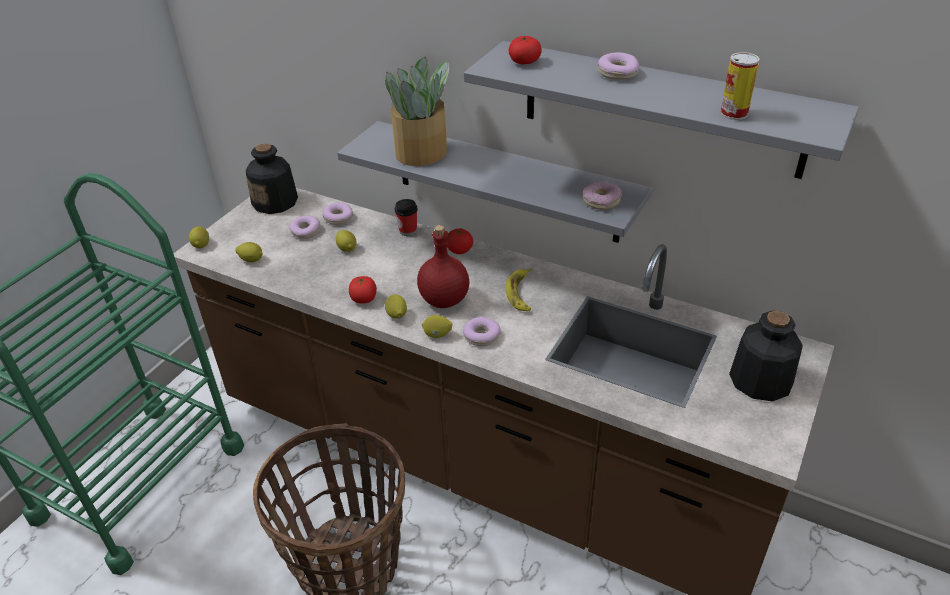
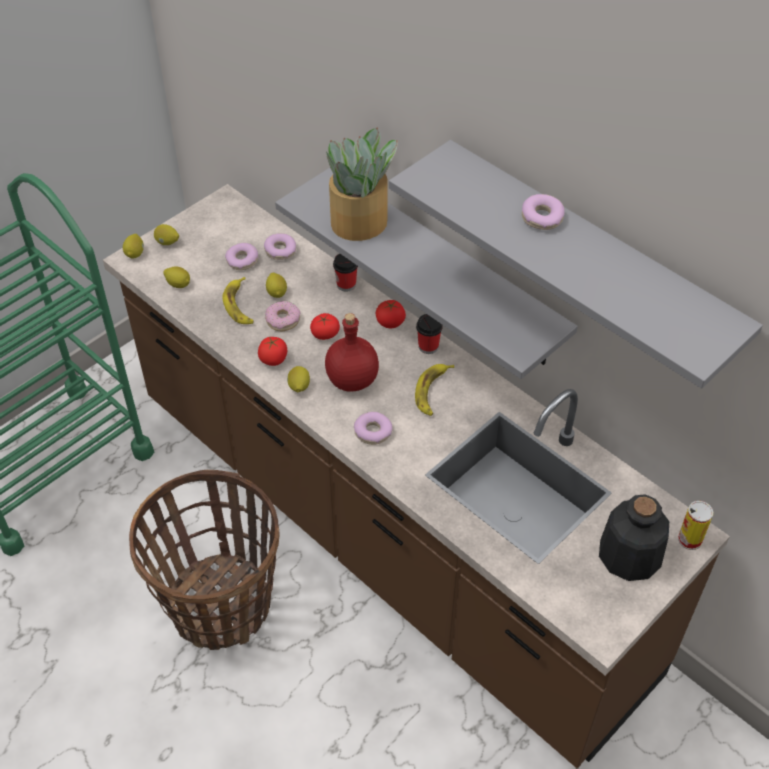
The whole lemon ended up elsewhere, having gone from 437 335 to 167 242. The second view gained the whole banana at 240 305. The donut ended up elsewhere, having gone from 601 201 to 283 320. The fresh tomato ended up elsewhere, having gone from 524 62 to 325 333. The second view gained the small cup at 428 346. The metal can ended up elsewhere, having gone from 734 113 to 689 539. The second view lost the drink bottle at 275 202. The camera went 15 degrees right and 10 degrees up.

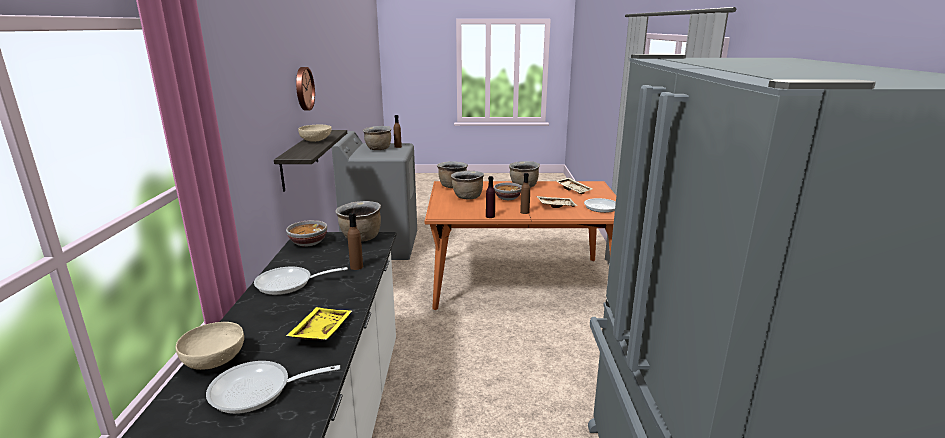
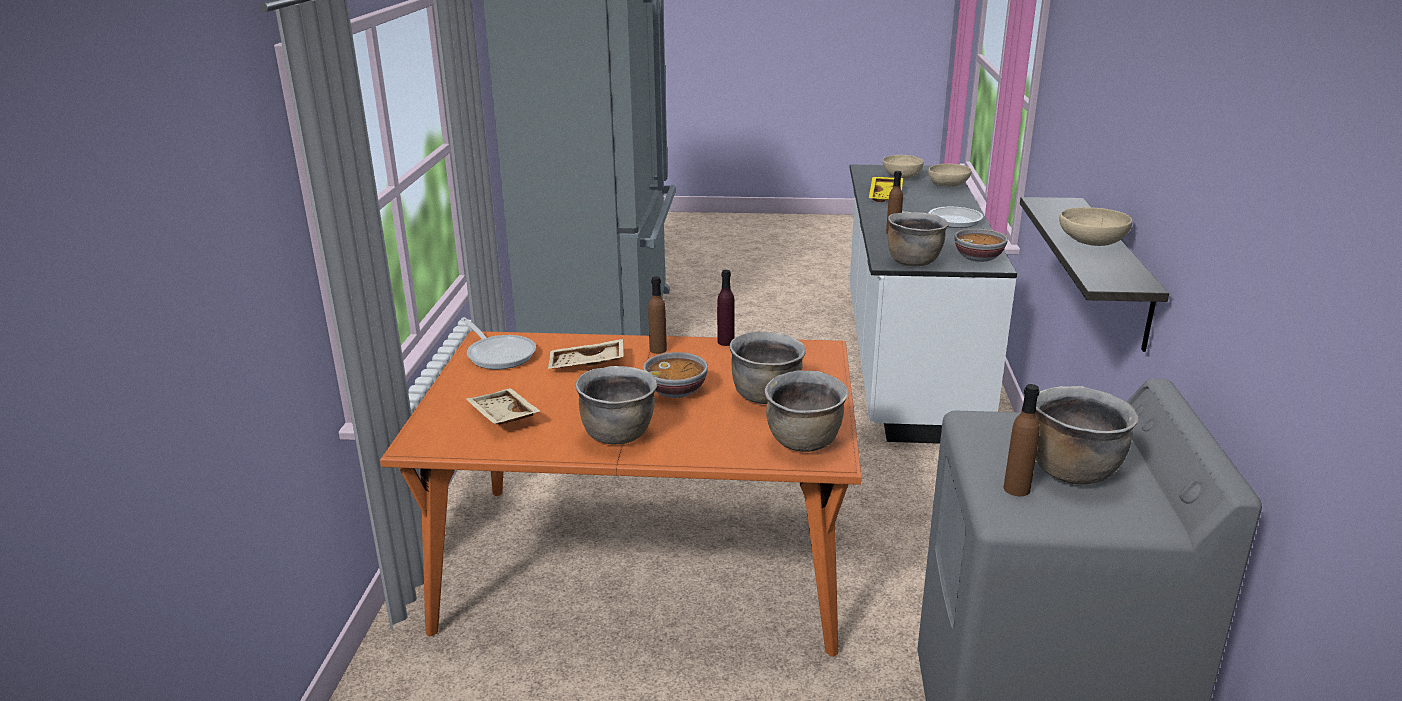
Where the pan stood at 258 391, the beige-coloured bowl came to stand at 901 176. The second view lost the wall clock at 303 88. The camera went 175 degrees left and 5 degrees up.

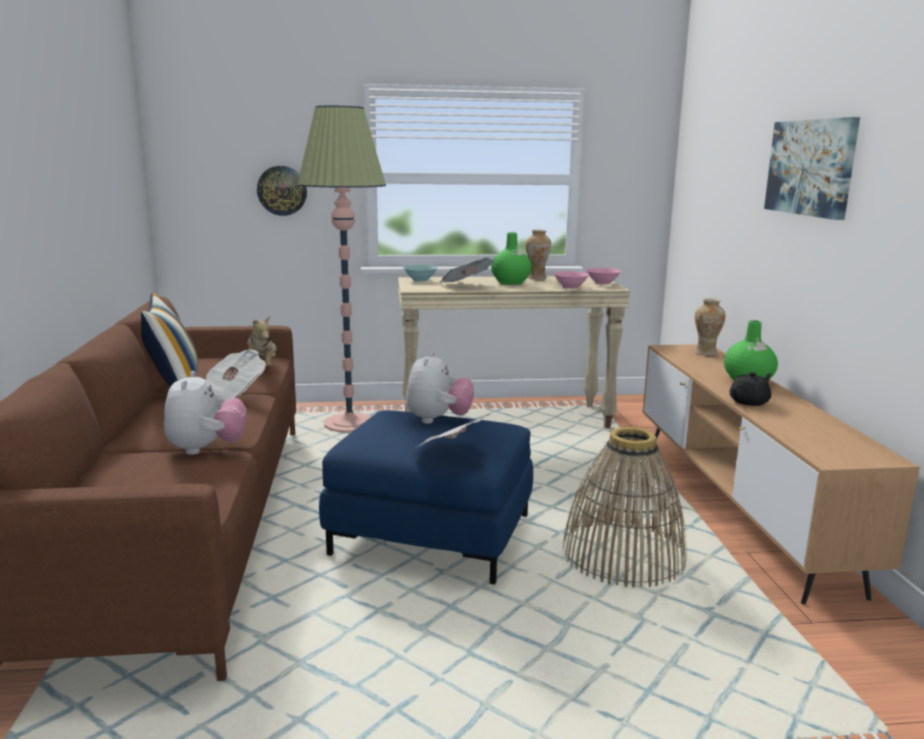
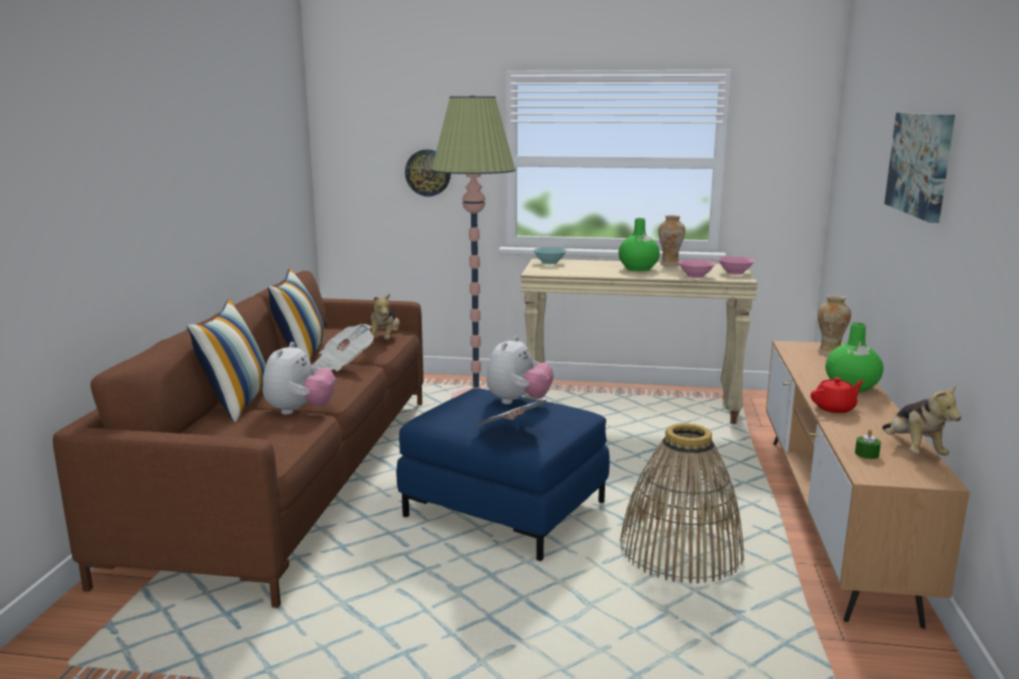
The second view gained the throw pillow at 237 403. What was the blackish pot for tea at 750 401 turned into the red-coloured pot for tea at 835 408. The second view gained the green candle at 866 454. The second view gained the cuddly toy at 913 450. The second view lost the newspaper at 466 285. The camera went 15 degrees right and 0 degrees up.

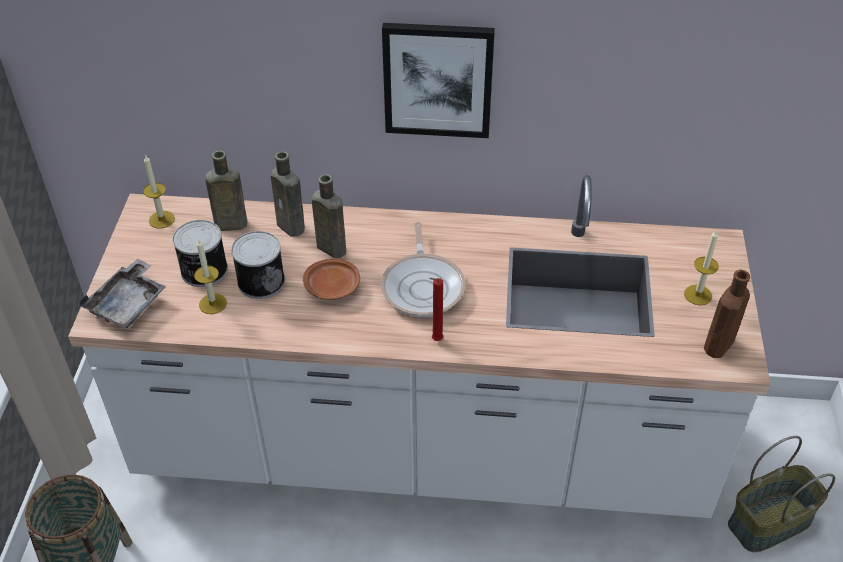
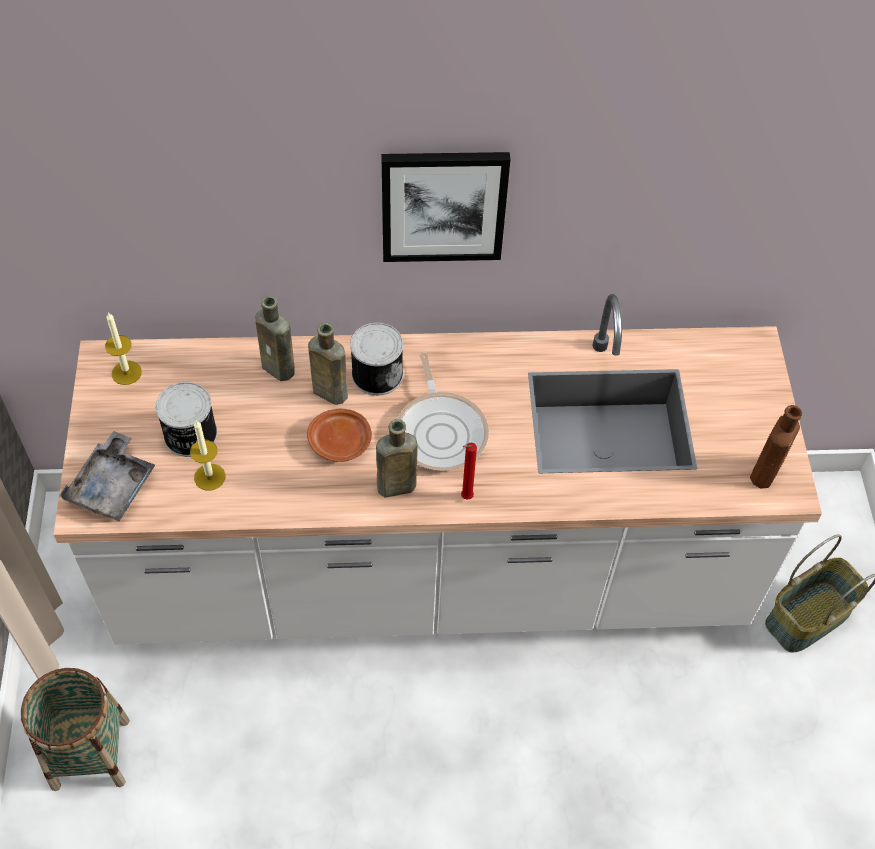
The metal can ended up elsewhere, having gone from 260 280 to 376 373. The brown-coloured drink bottle ended up elsewhere, having gone from 228 224 to 393 487. The second view lost the candle at 698 295. The camera went 10 degrees left and 10 degrees up.

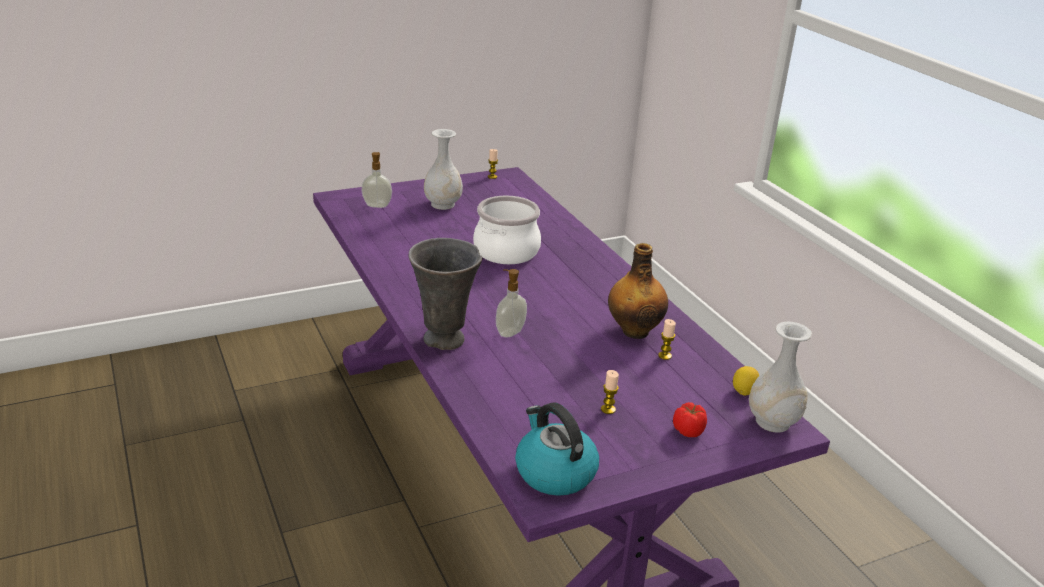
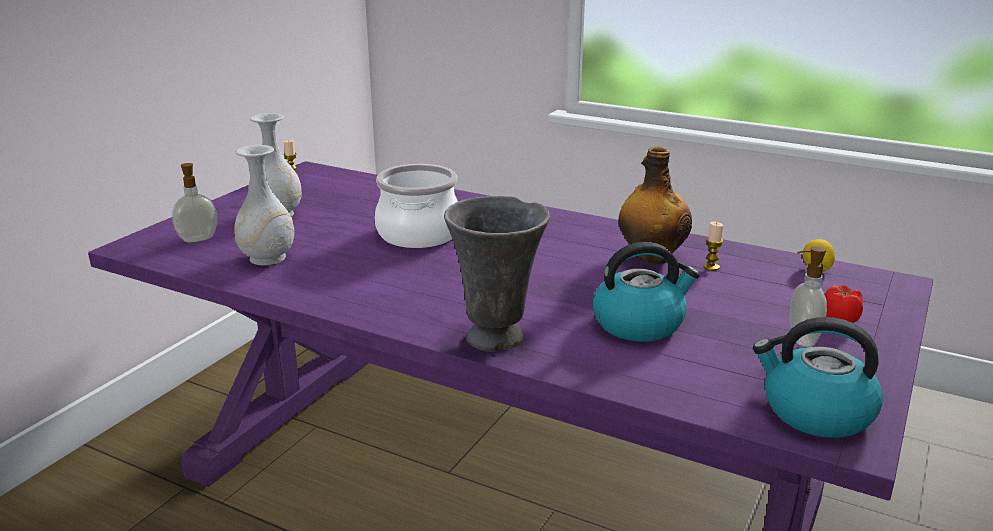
The whitish decorative vase ended up elsewhere, having gone from 773 422 to 268 258. The second view gained the kettle at 639 323. The liquid soap bottle ended up elsewhere, having gone from 509 332 to 801 339. The second view lost the candle at 608 409. The camera went 35 degrees left and 5 degrees down.

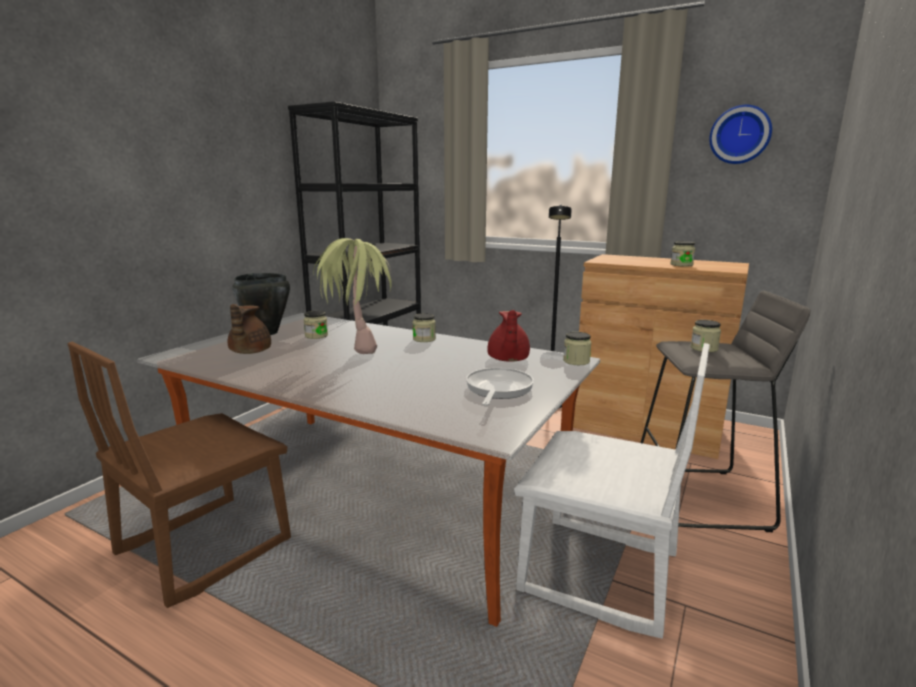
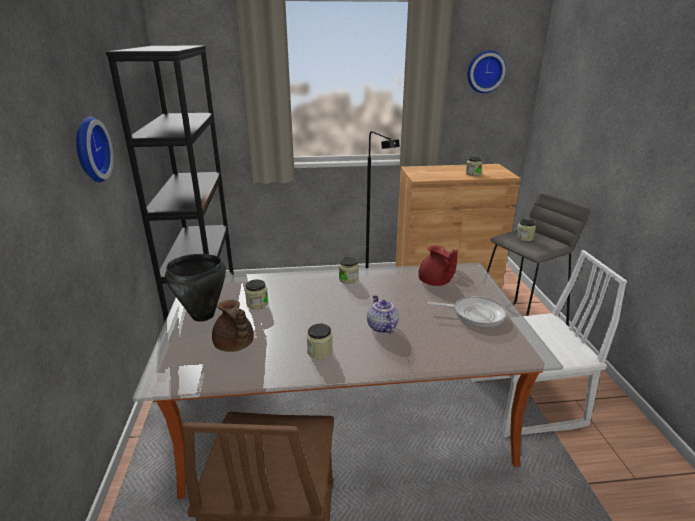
The second view gained the wall clock at 89 150. The preserve jar ended up elsewhere, having gone from 576 361 to 320 352. The second view gained the pot for tea at 381 327. The pan at 498 389 ended up facing another way, 120 degrees clockwise from before. The second view lost the potted plant at 358 346. The camera went 35 degrees left and 10 degrees up.

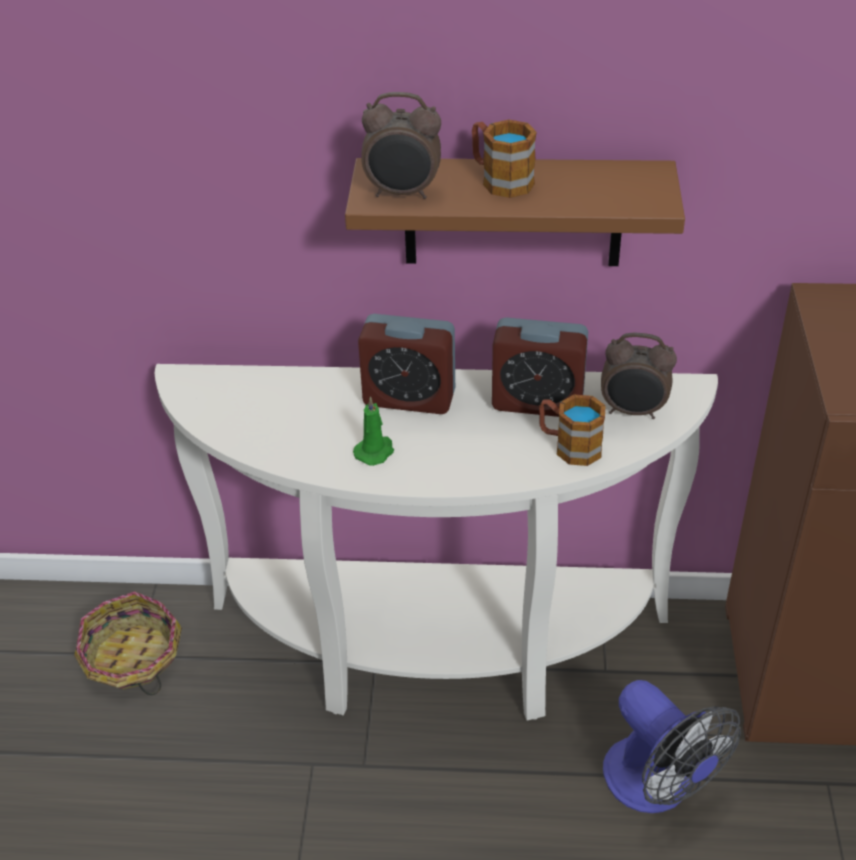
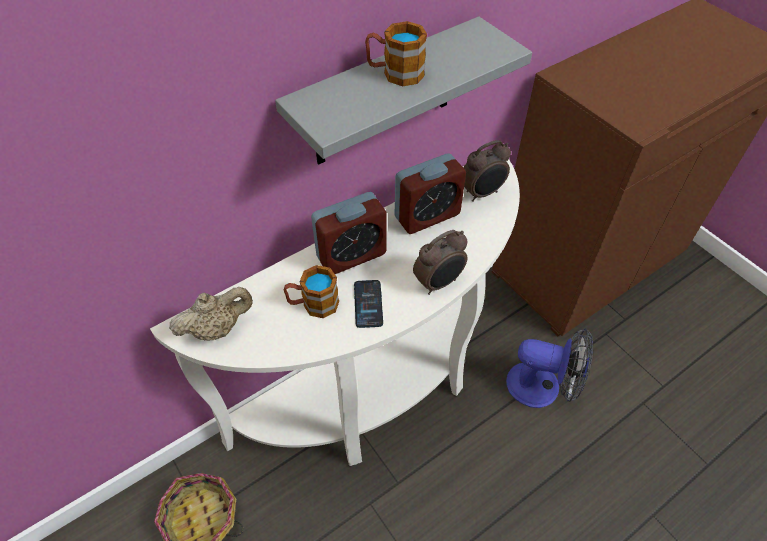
The second view gained the beige-coloured pot for tea at 217 328. What was the brown-coloured shelf at 513 212 turned into the gray shelf at 384 95. The mug ended up elsewhere, having gone from 569 446 to 313 304. Where the green candle stood at 375 451, the phone came to stand at 368 304. The alarm clock ended up elsewhere, having gone from 403 193 to 439 283. The camera went 40 degrees left and 10 degrees up.

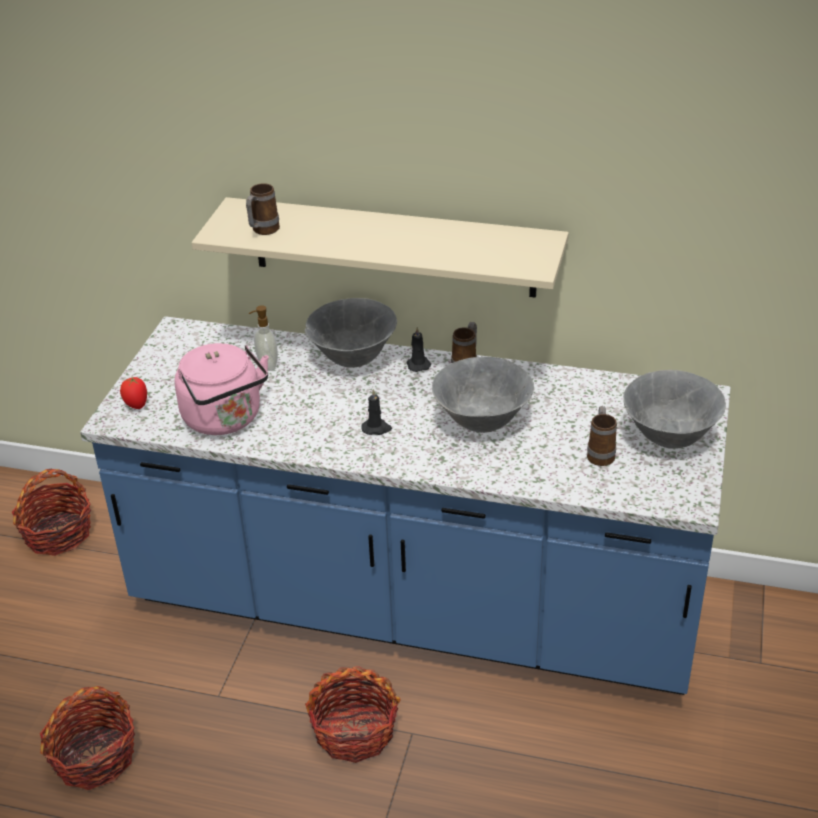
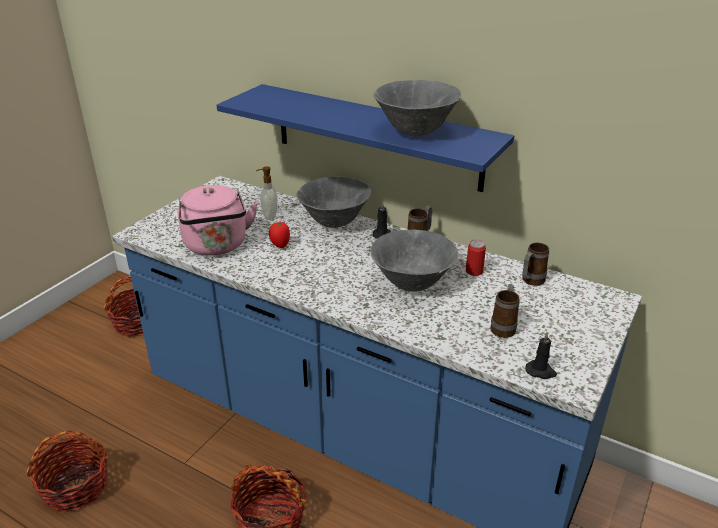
What was the beige-coloured shelf at 393 247 turned into the blue shelf at 376 136. The fresh tomato ended up elsewhere, having gone from 136 405 to 280 245. The gray bowl ended up elsewhere, having gone from 669 438 to 415 132. The second view gained the metal can at 474 271. The mug ended up elsewhere, having gone from 262 231 to 530 282. The blackish candle ended up elsewhere, having gone from 377 428 to 541 371. The camera went 15 degrees right and 5 degrees down.

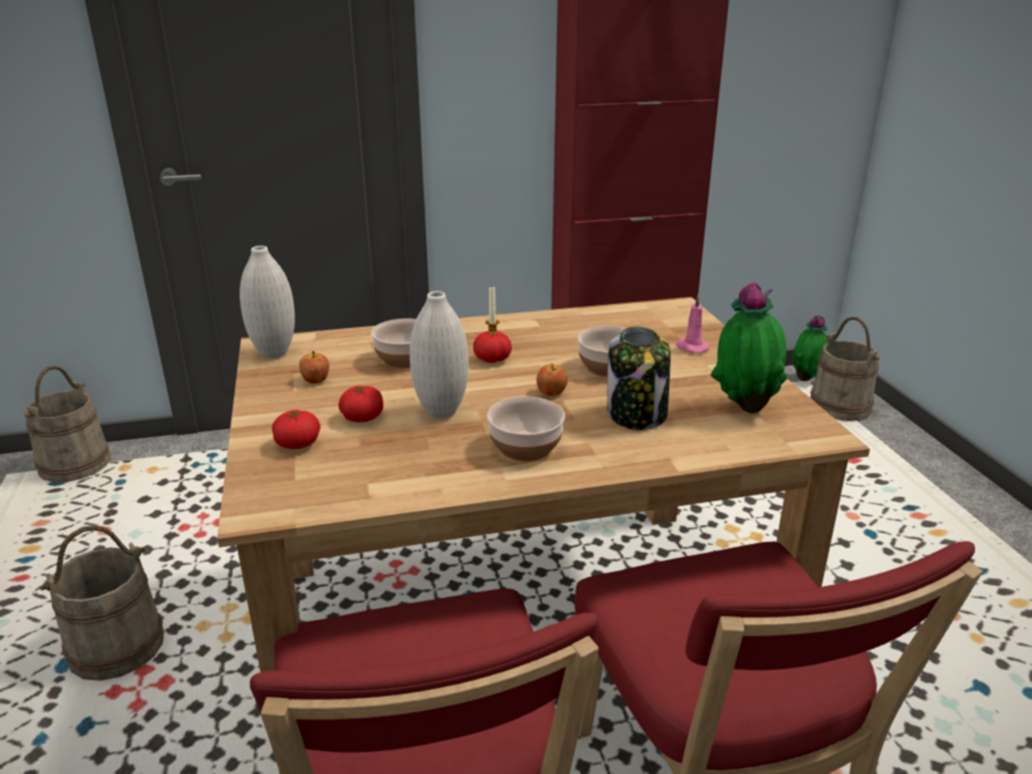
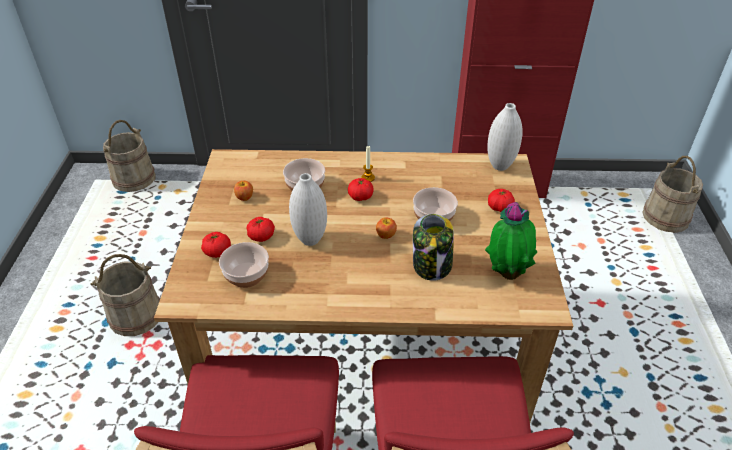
The bowl ended up elsewhere, having gone from 525 448 to 246 276. The whitish decorative vase ended up elsewhere, having gone from 274 353 to 500 166. Where the pinkish candle stood at 691 347, the fresh tomato came to stand at 499 207. The second view lost the potted plant at 807 379. The camera went 15 degrees right and 15 degrees up.

